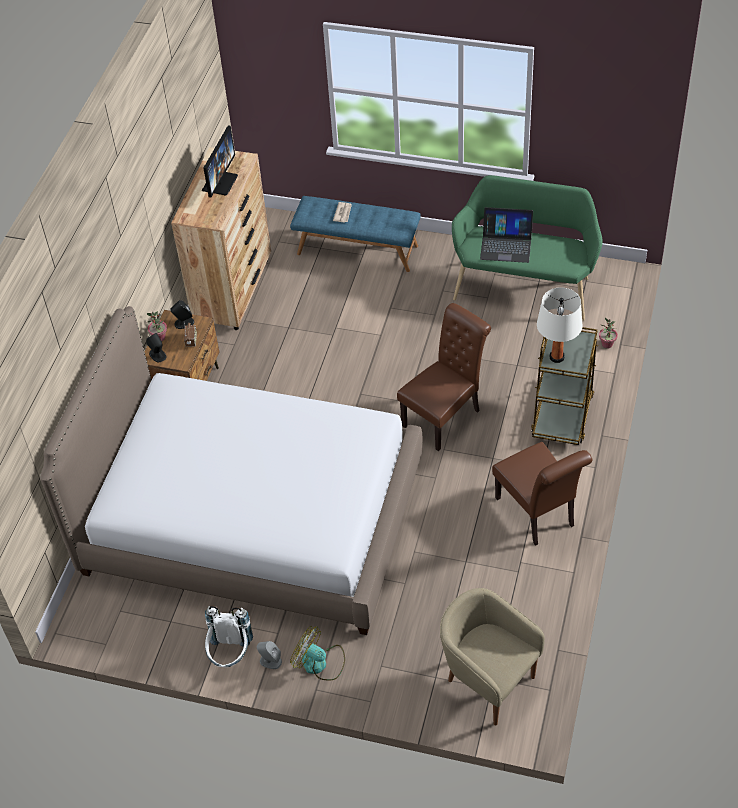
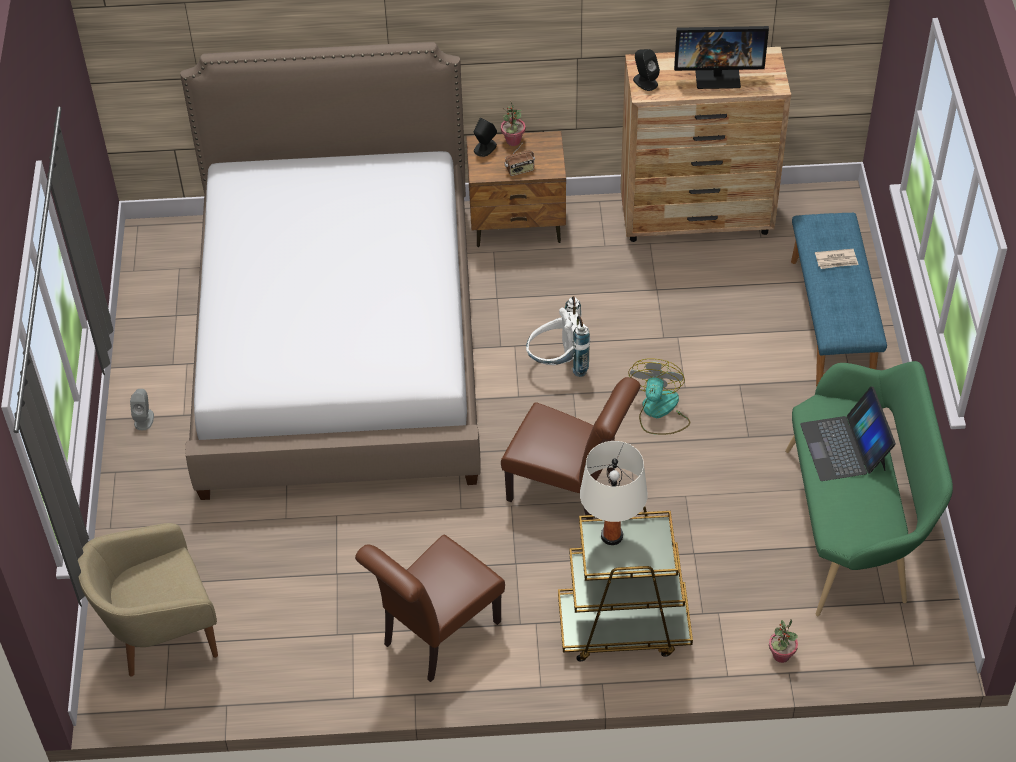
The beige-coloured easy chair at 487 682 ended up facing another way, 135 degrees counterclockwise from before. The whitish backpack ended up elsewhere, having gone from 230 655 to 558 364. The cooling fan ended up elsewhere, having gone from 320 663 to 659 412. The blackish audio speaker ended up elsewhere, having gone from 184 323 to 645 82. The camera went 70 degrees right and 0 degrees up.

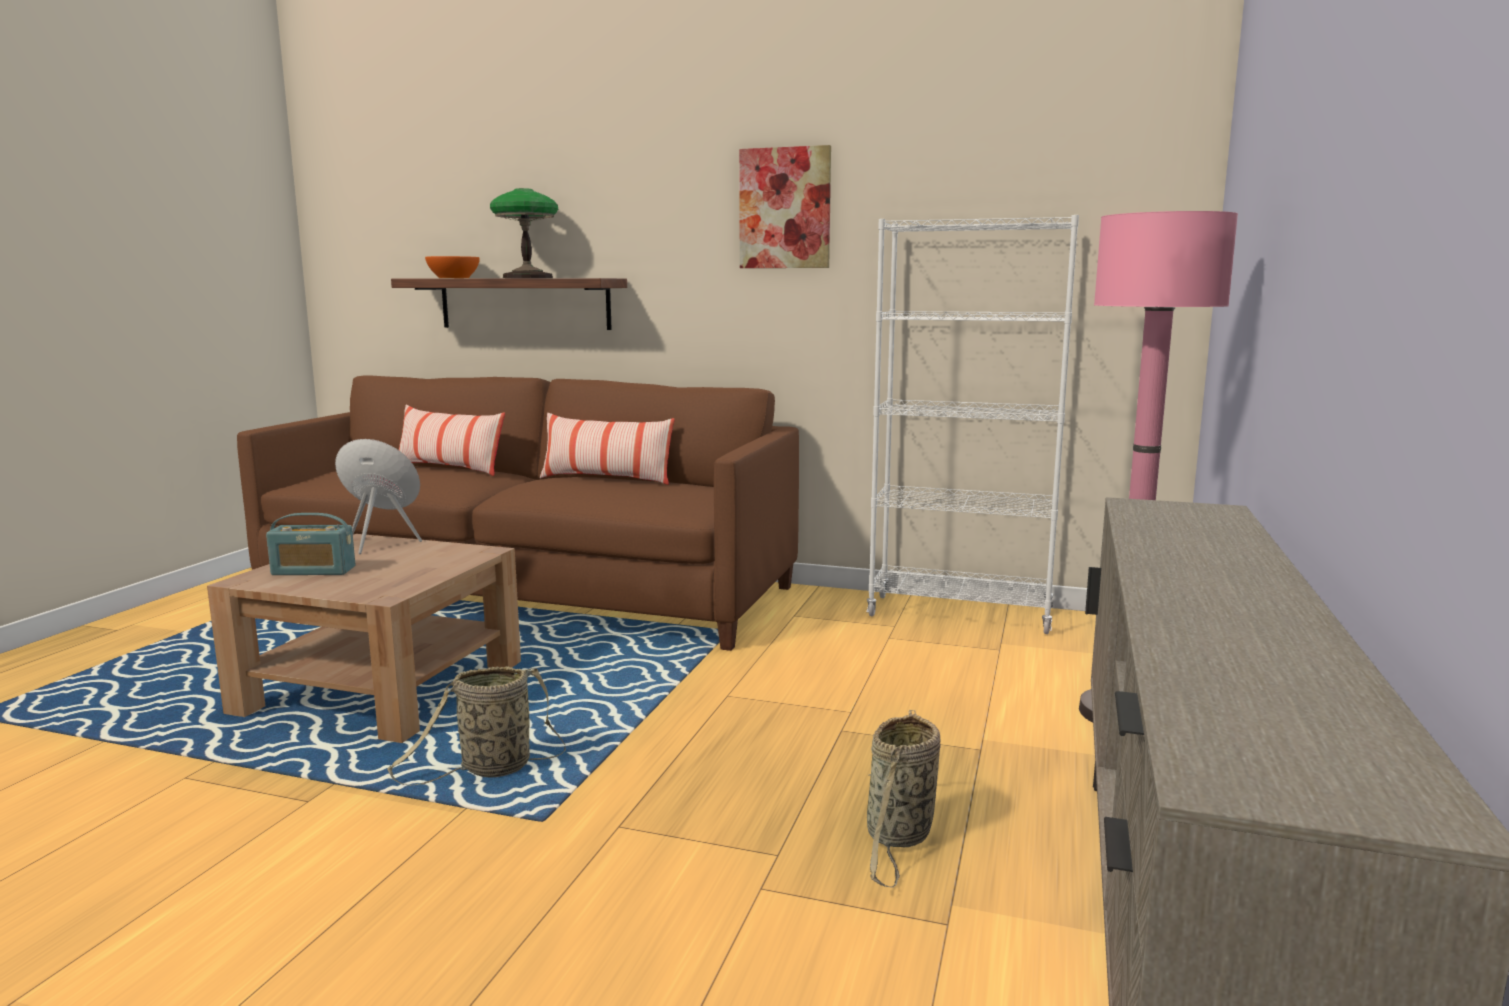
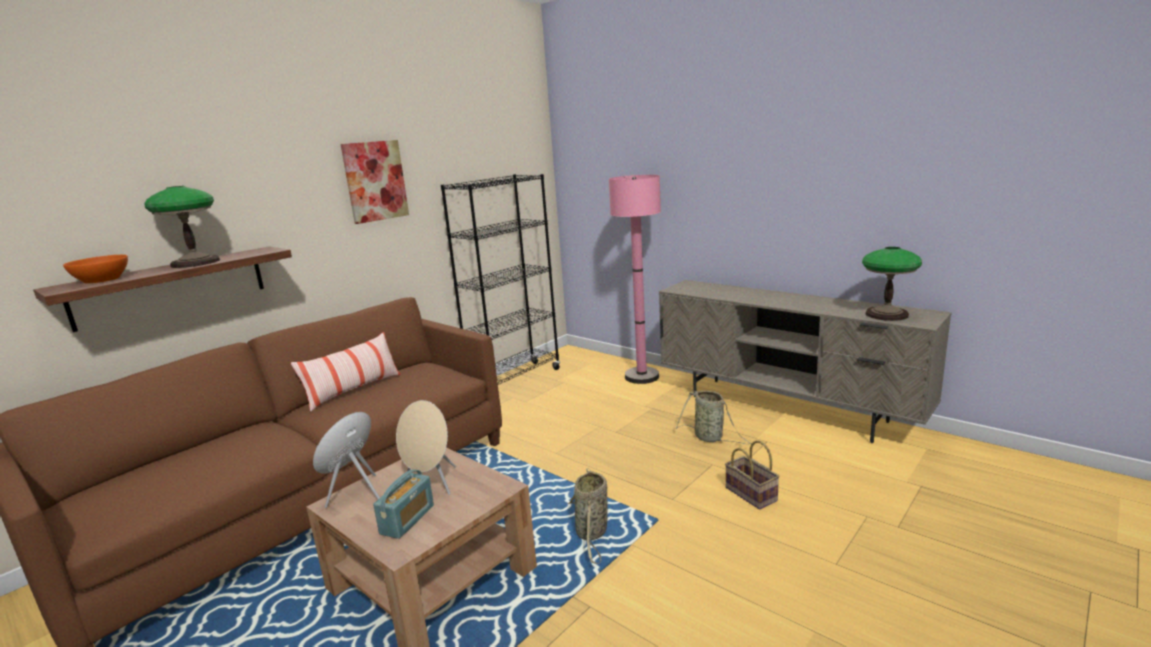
The second view gained the beige-coloured audio speaker at 432 483. What was the whitish bookshelf at 960 614 turned into the blackish bookshelf at 515 380. The second view gained the household basket at 752 494. The second view gained the tabletop lamp at 887 314. The second view lost the throw pillow at 449 469. The camera went 65 degrees left and 5 degrees up.

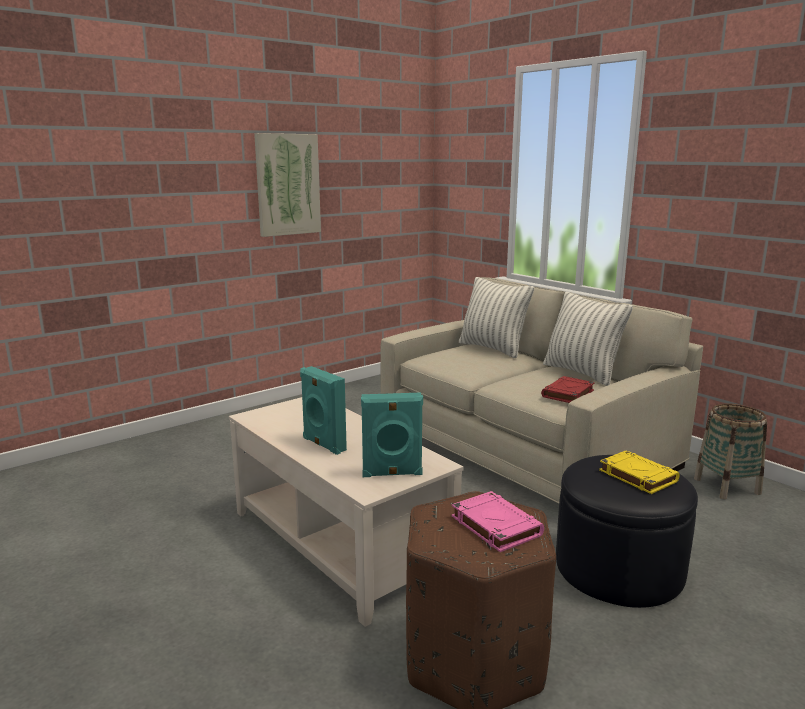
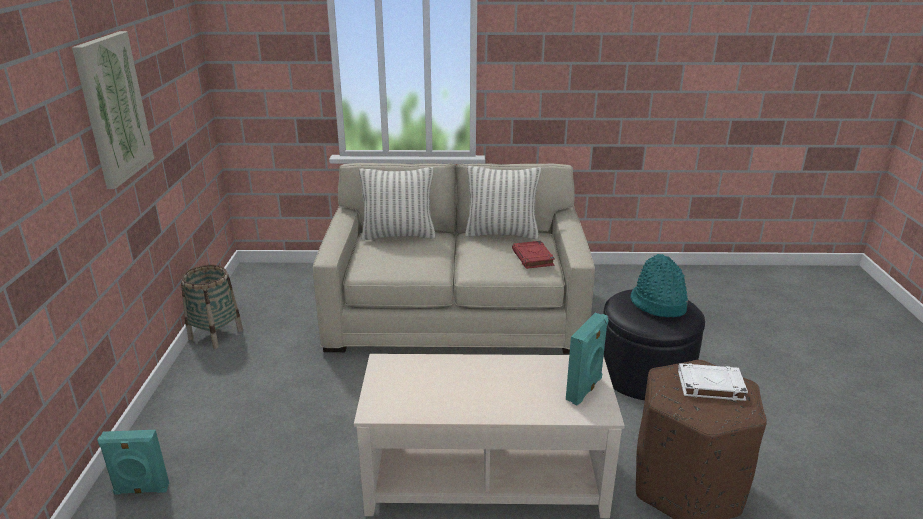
The turquoise-coloured audio speaker ended up elsewhere, having gone from 323 445 to 141 490. The household basket ended up elsewhere, having gone from 727 486 to 215 334. Where the yellow-coloured book stood at 637 476, the turquoise-coloured hat came to stand at 657 304. What was the pinkish book at 495 525 turned into the whitish book at 710 385. The camera went 50 degrees left and 10 degrees up.

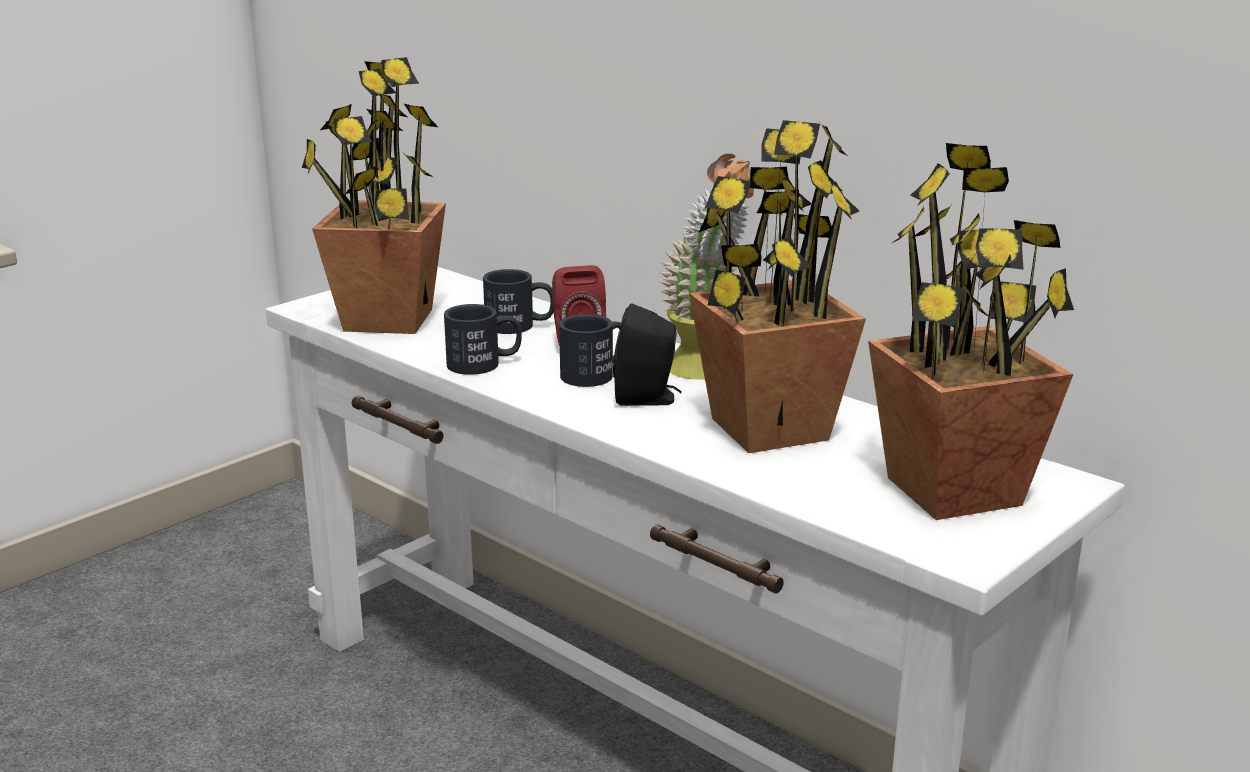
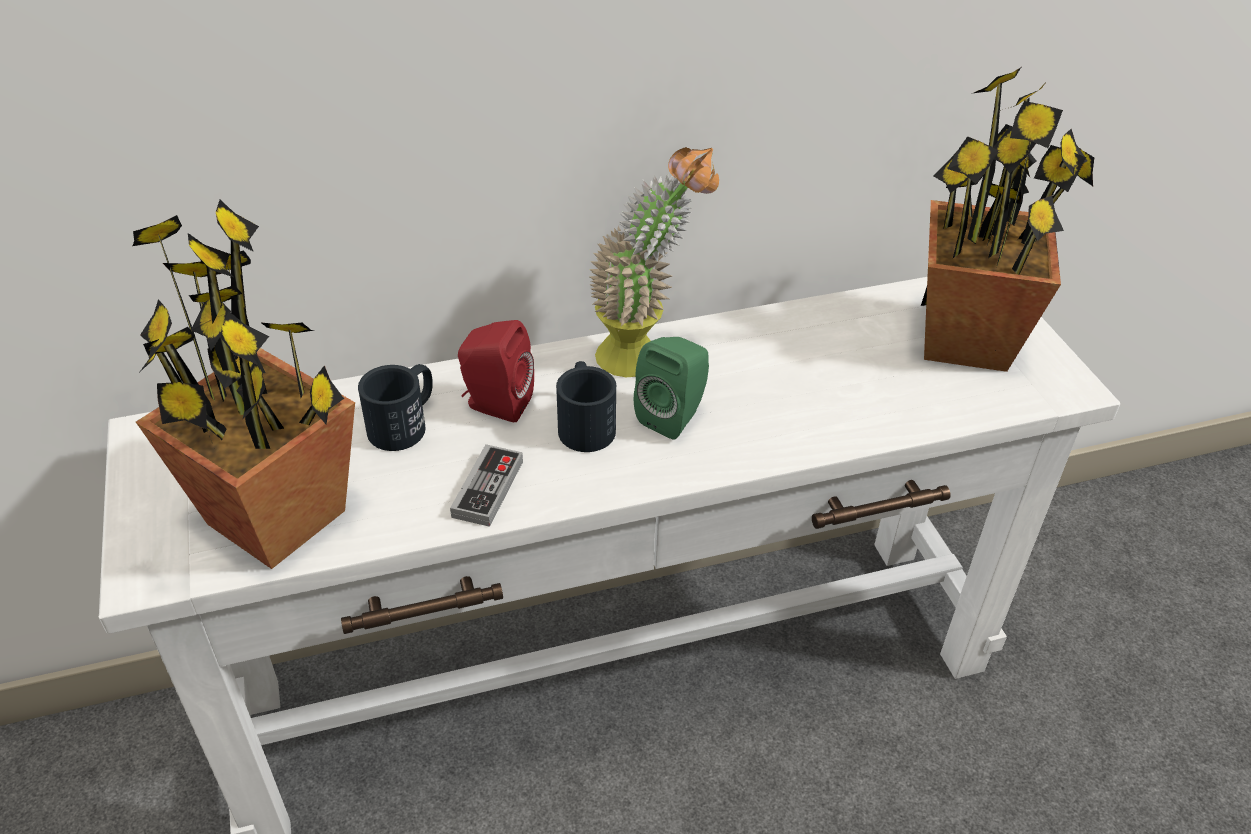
Where the blackish mug stood at 484 364, the game controller came to stand at 488 489. What was the blackish audio speaker at 648 399 turned into the green audio speaker at 674 416. The second view lost the potted plant at 768 429. The camera went 60 degrees left and 20 degrees up.

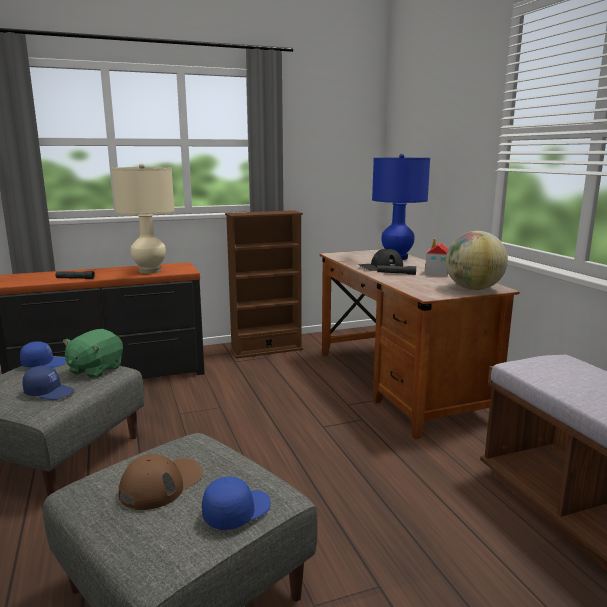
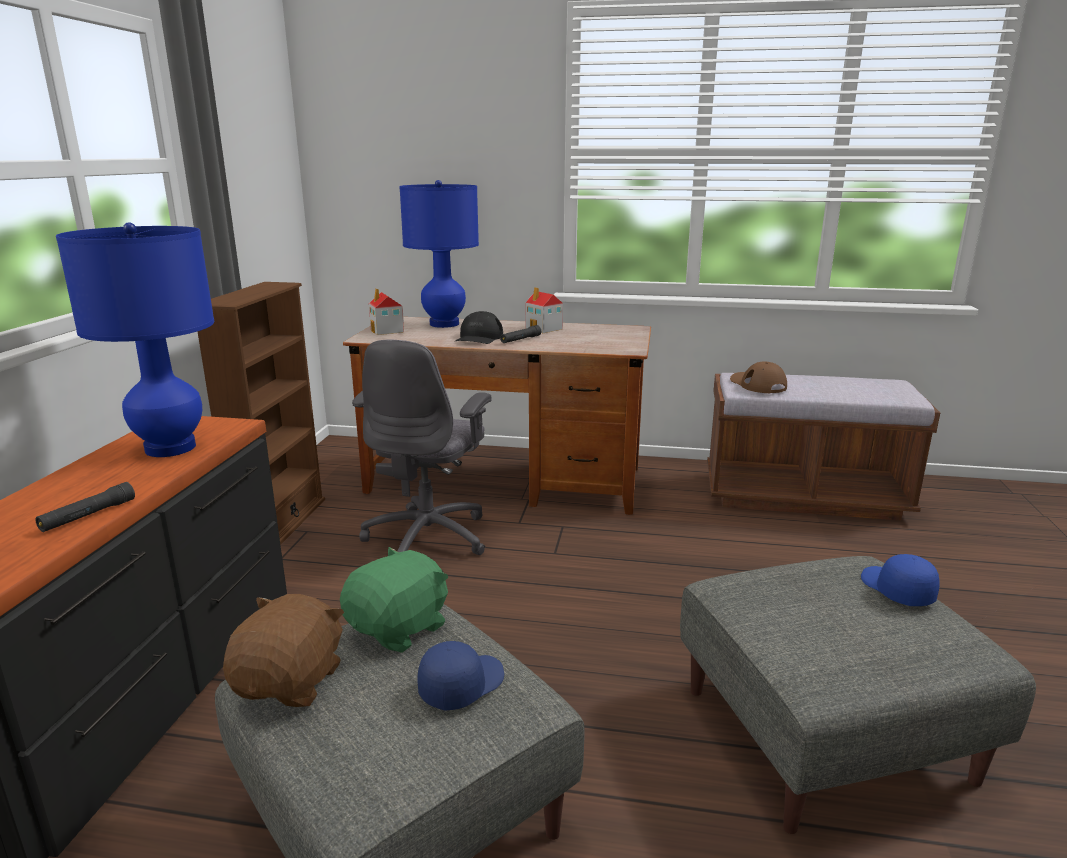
What was the beige-coloured tabletop lamp at 150 271 turned into the blue tabletop lamp at 170 448. Where the blue cap stood at 45 363, the brown-coloured cuddly toy came to stand at 291 682. The green cuddly toy at 95 370 ended up facing another way, 105 degrees counterclockwise from before. The second view gained the gray computer chair at 429 537. The second view gained the toy house at 387 331. The brown-coloured cap ended up elsewhere, having gone from 161 484 to 757 384. The second view lost the globe at 473 289. The camera went 60 degrees left and 5 degrees up.

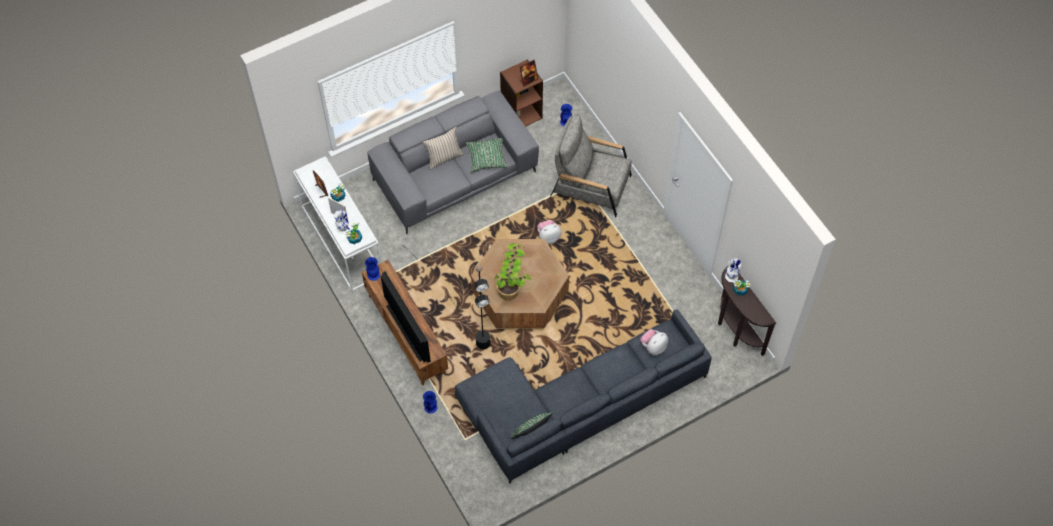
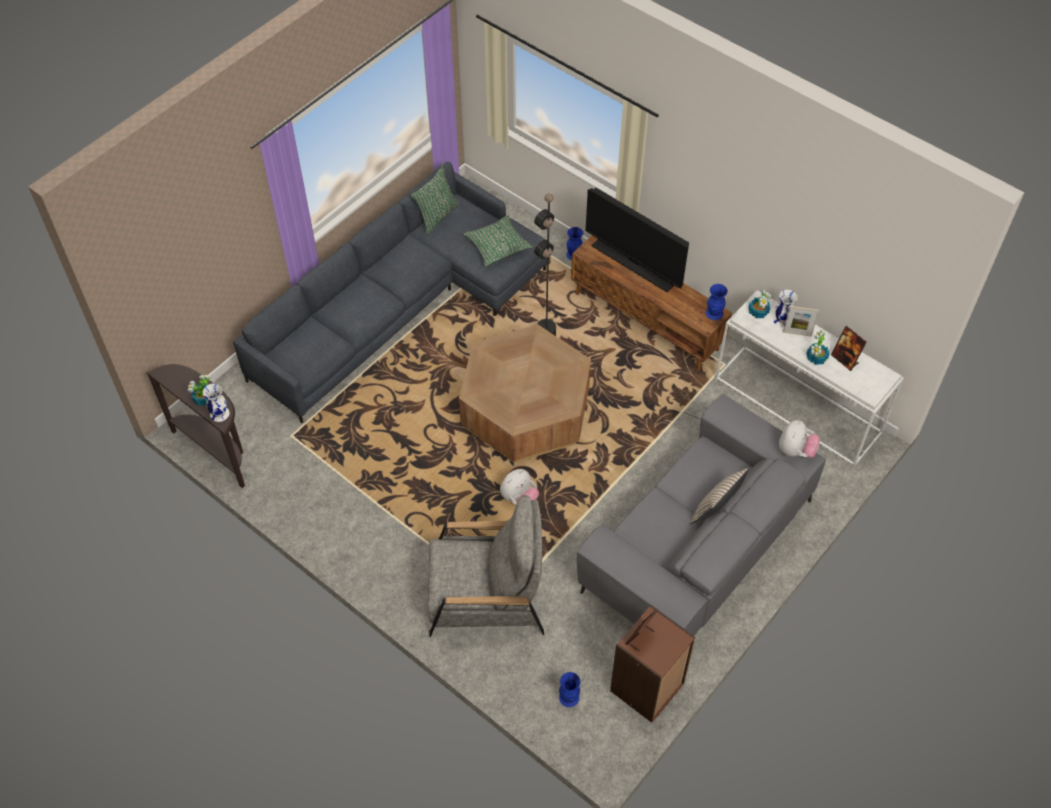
The green throw pillow ended up elsewhere, having gone from 486 158 to 497 245. The cuddly toy ended up elsewhere, having gone from 653 347 to 795 451. The second view lost the potted plant at 512 285. The camera went 160 degrees right and 5 degrees down.

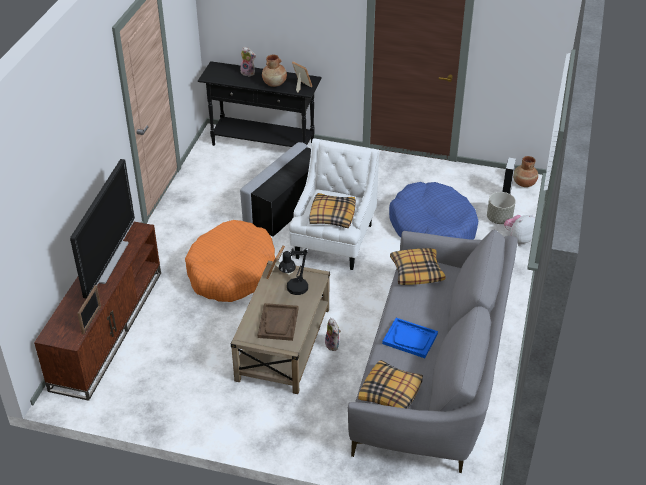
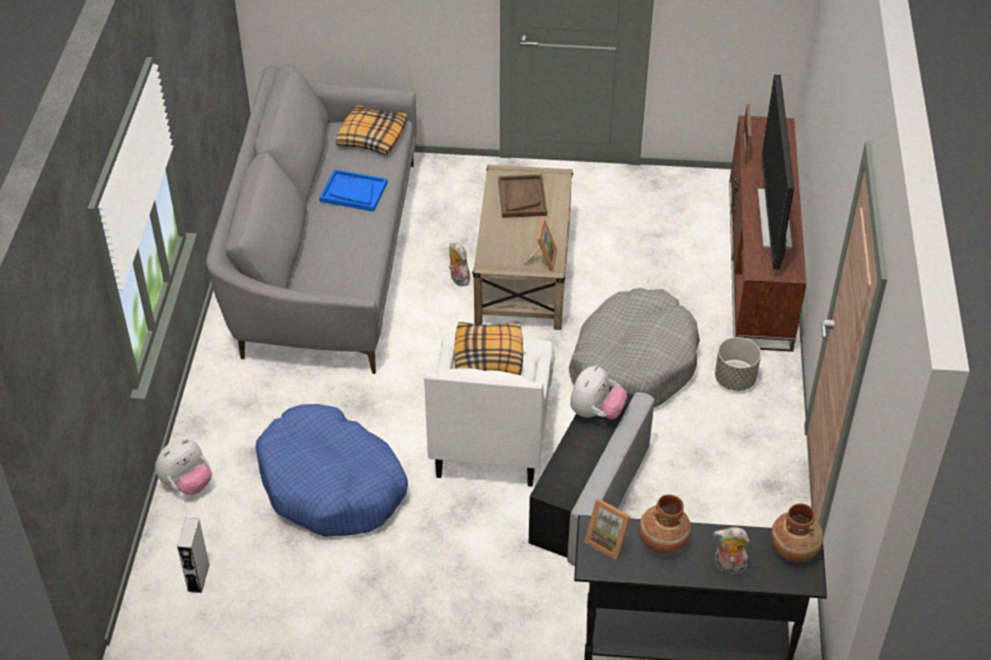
What was the orange dog cushion at 231 271 turned into the gray dog cushion at 632 364. The second view gained the cuddly toy at 596 412. The gray plant pot ended up elsewhere, having gone from 499 219 to 735 379. The brown-coloured decorative vase ended up elsewhere, having gone from 524 183 to 794 548. The second view lost the blackish tabletop lamp at 294 290. The second view lost the throw pillow at 416 271. The camera went 170 degrees right and 5 degrees up.

